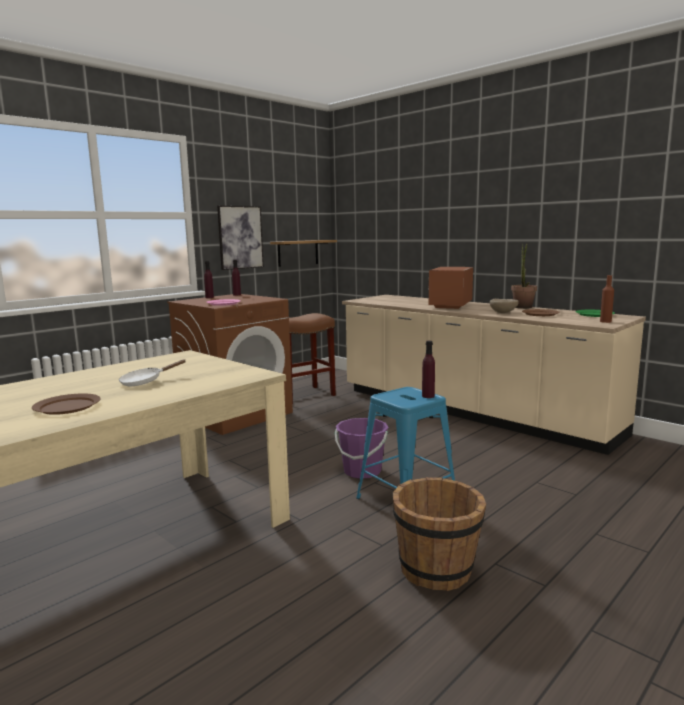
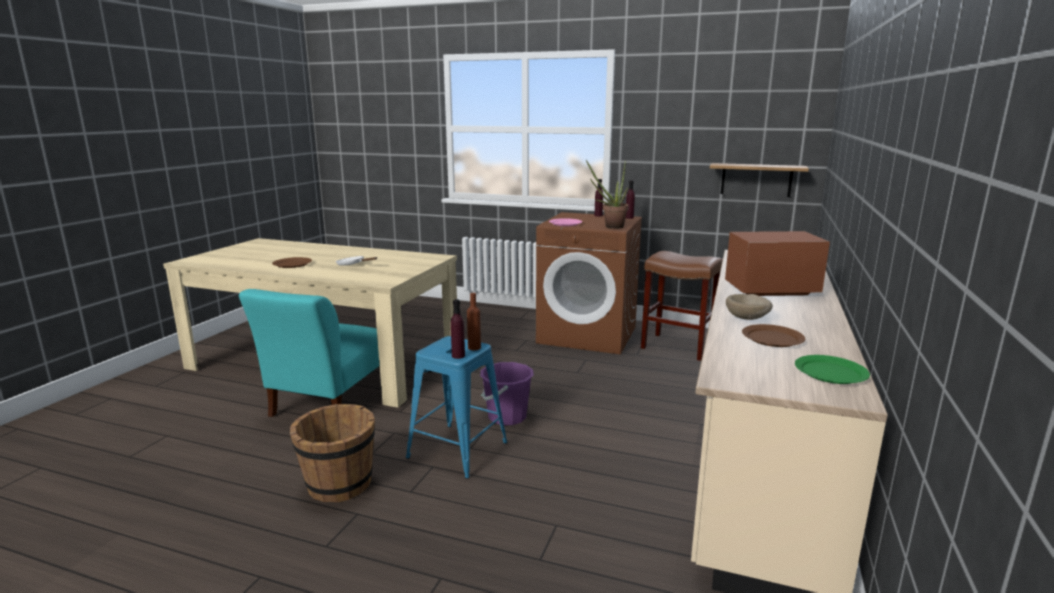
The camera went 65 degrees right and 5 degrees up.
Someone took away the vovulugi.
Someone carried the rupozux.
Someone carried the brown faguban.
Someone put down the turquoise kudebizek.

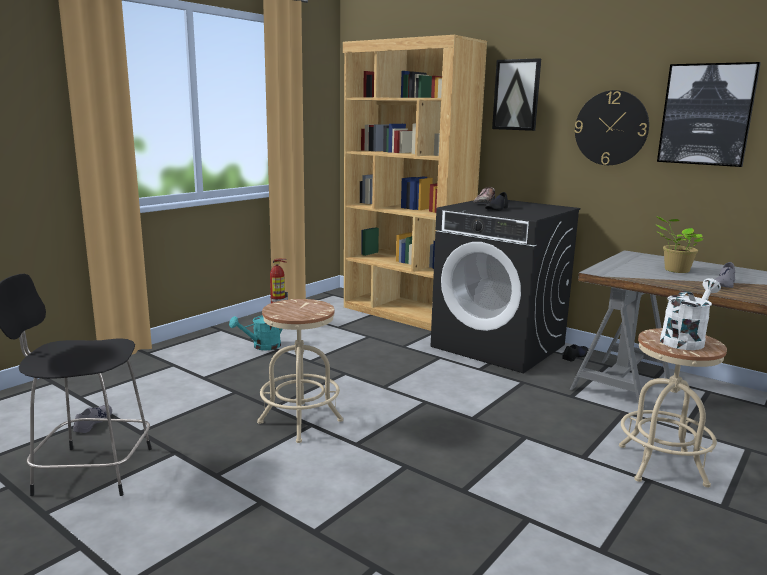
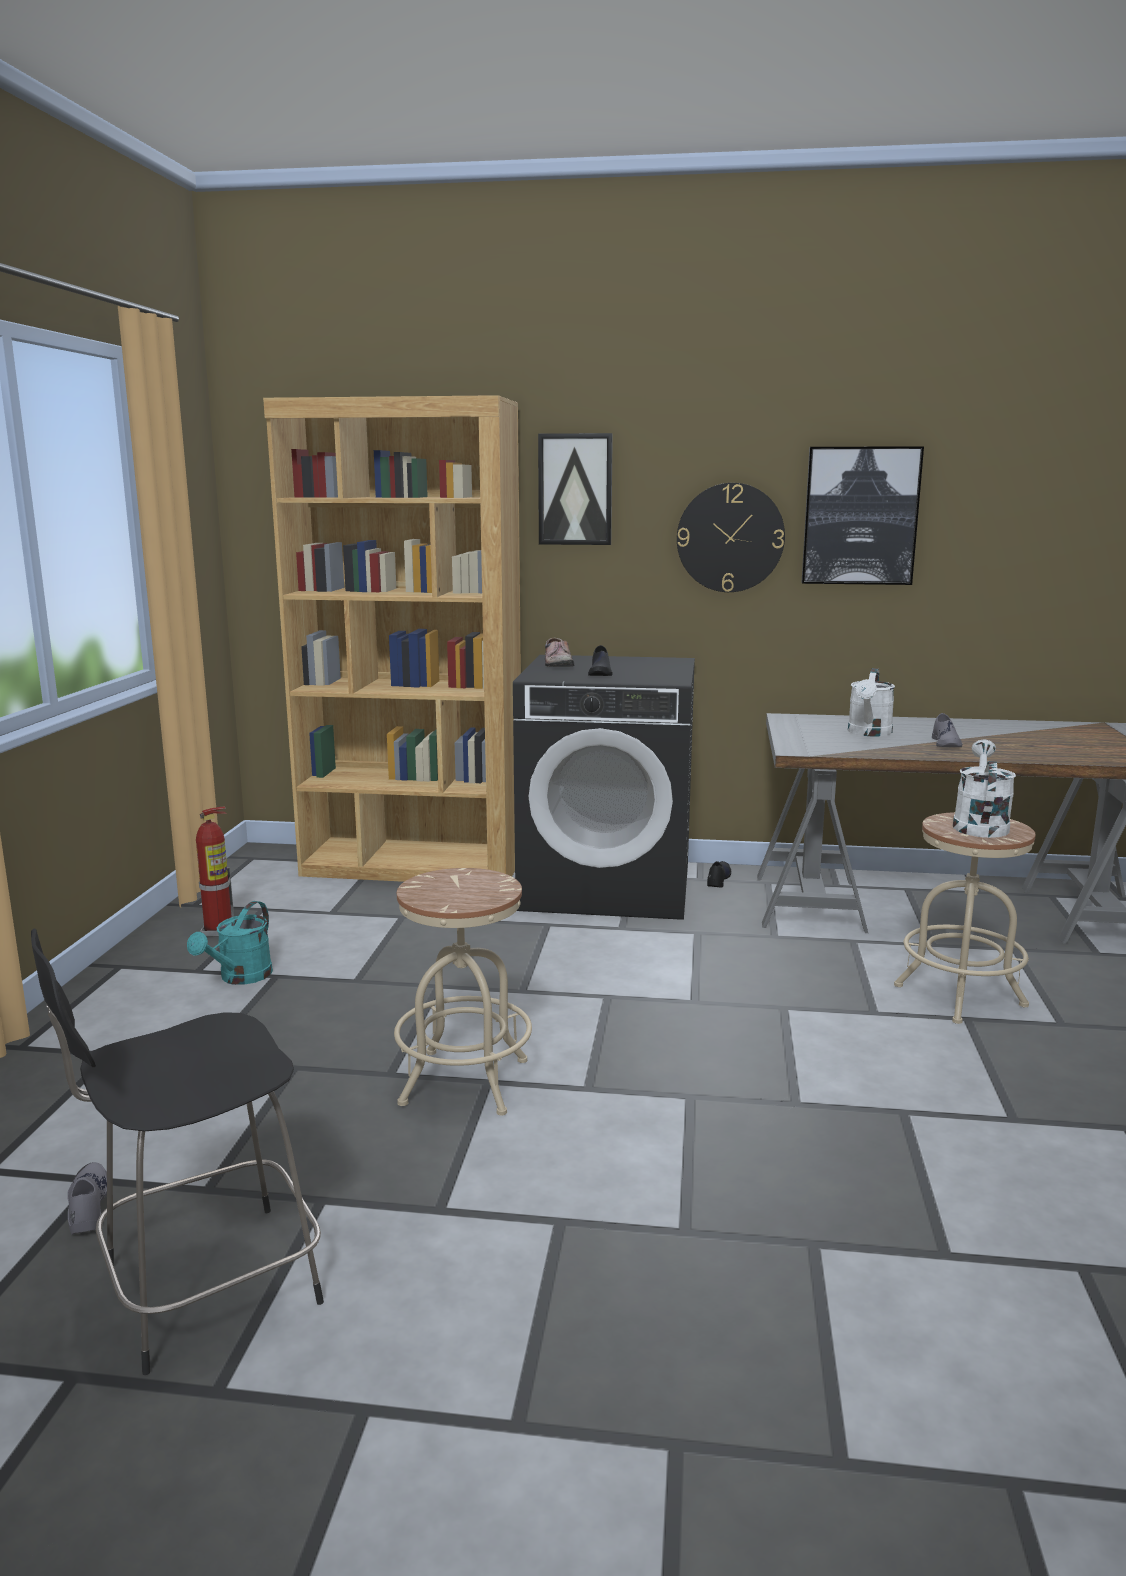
The camera went 30 degrees left and 0 degrees up.
Someone swapped the rupozux for the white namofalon (1st from left).

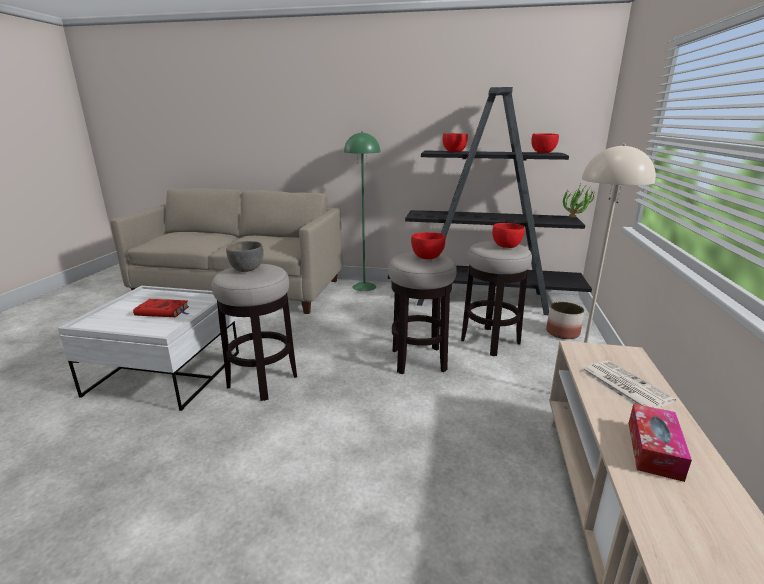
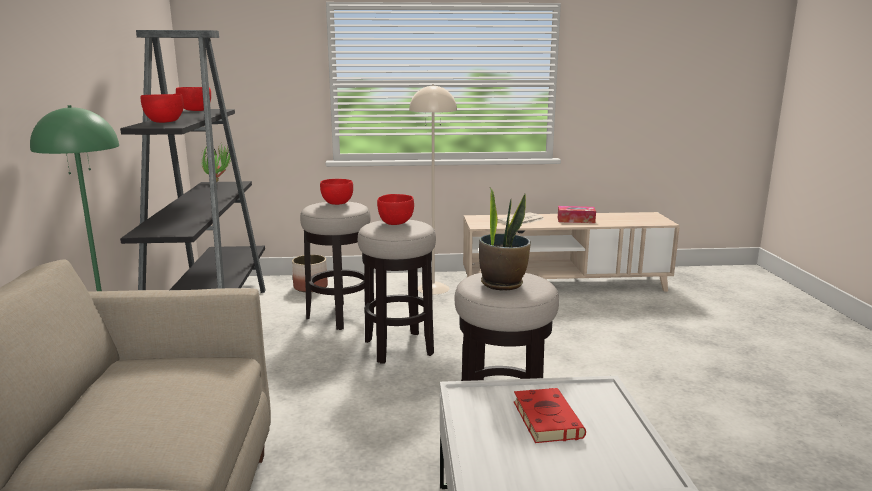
The camera went 105 degrees left and 5 degrees down.
Someone swapped the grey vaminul for the rupozux (2nd from left).

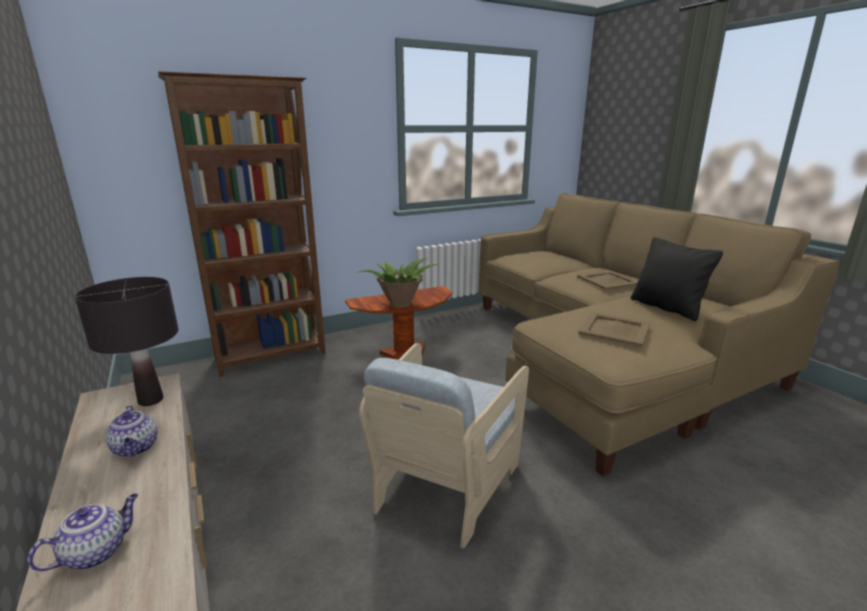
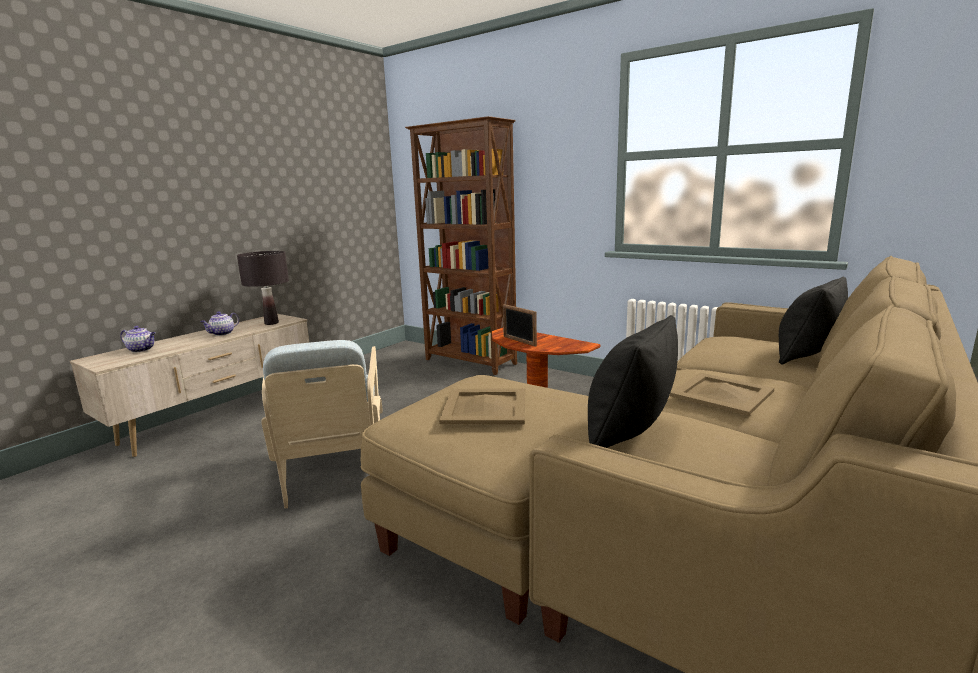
The camera went 65 degrees right and 5 degrees down.
Someone swapped the rupozux for the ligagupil.
Someone rotated the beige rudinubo by 105 degrees counterclockwise.
Someone put down the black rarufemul (2nd from left).

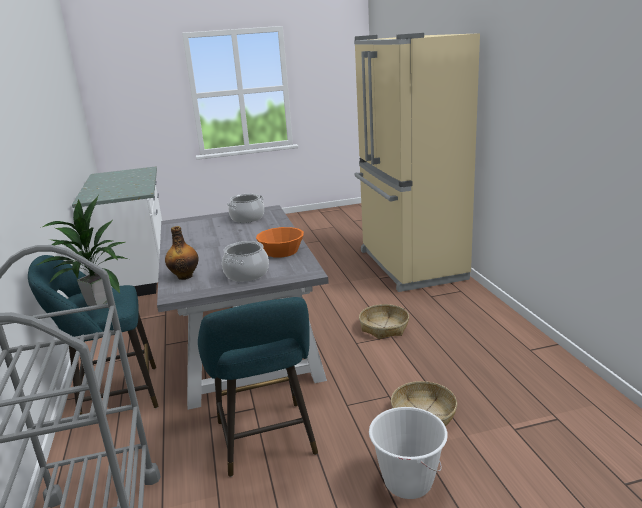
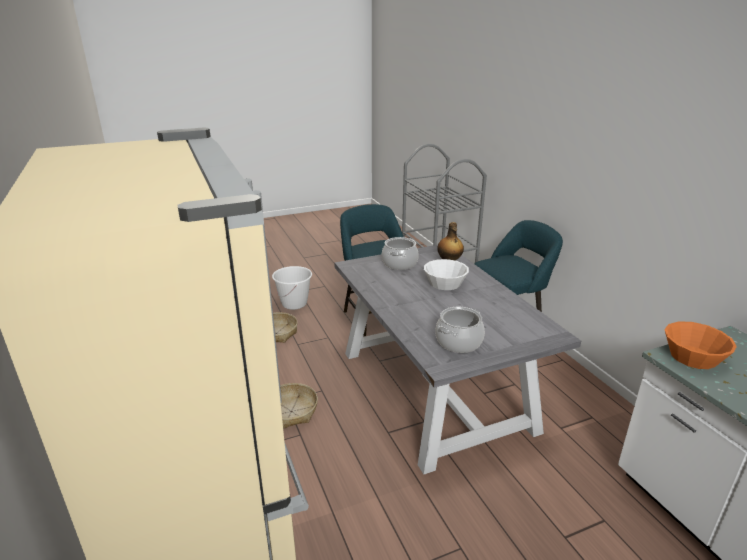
The camera went 170 degrees right and 5 degrees up.
Someone took away the rupozux.
Someone carried the orange vaminul.
Someone put down the white vaminul.

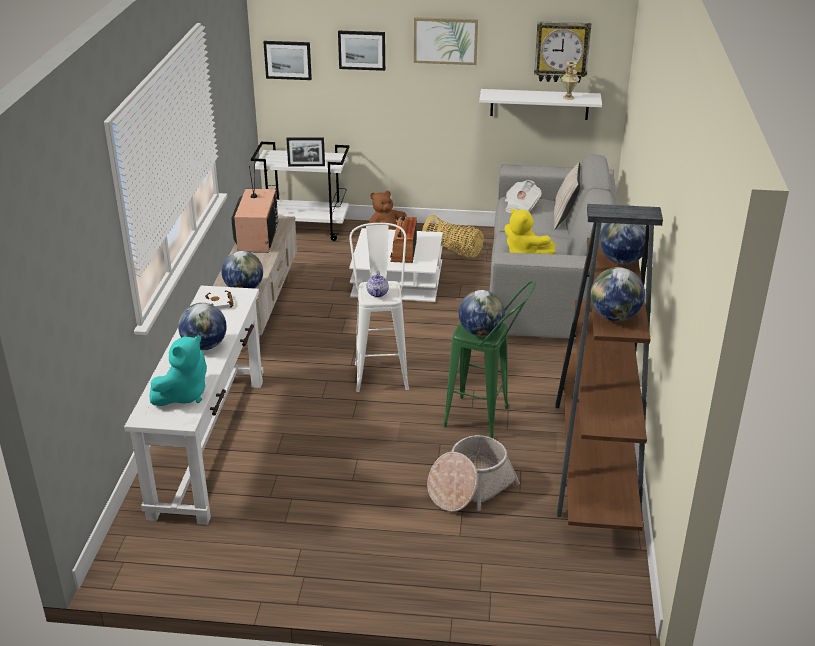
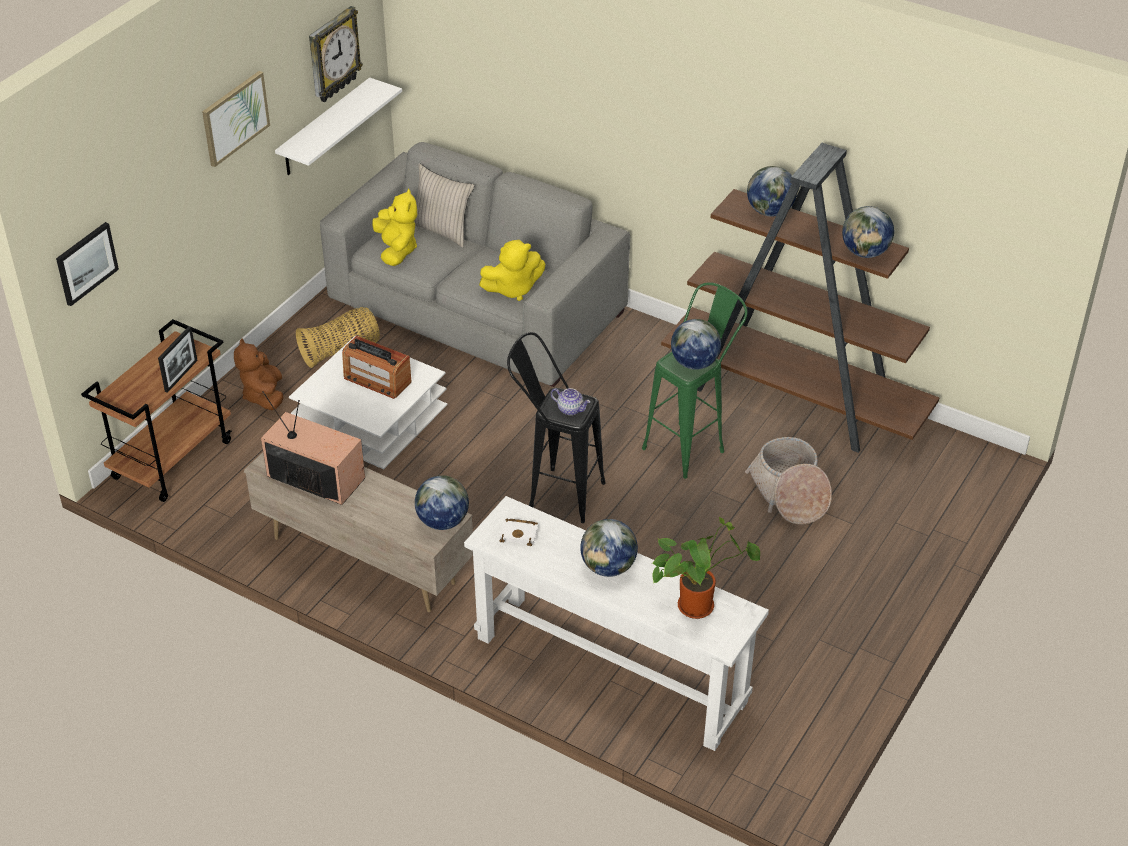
The camera went 65 degrees left and 10 degrees up.
Someone swapped the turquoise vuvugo for the rupozux.
Someone repainted the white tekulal, which became the brown tekulal.
Someone took away the vovulugi (2nd from left).
Someone repainted the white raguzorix, which became the black raguzorix.
Someone swapped the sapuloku for the yellow vuvugo (1st from left).
Someone took away the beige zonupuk.

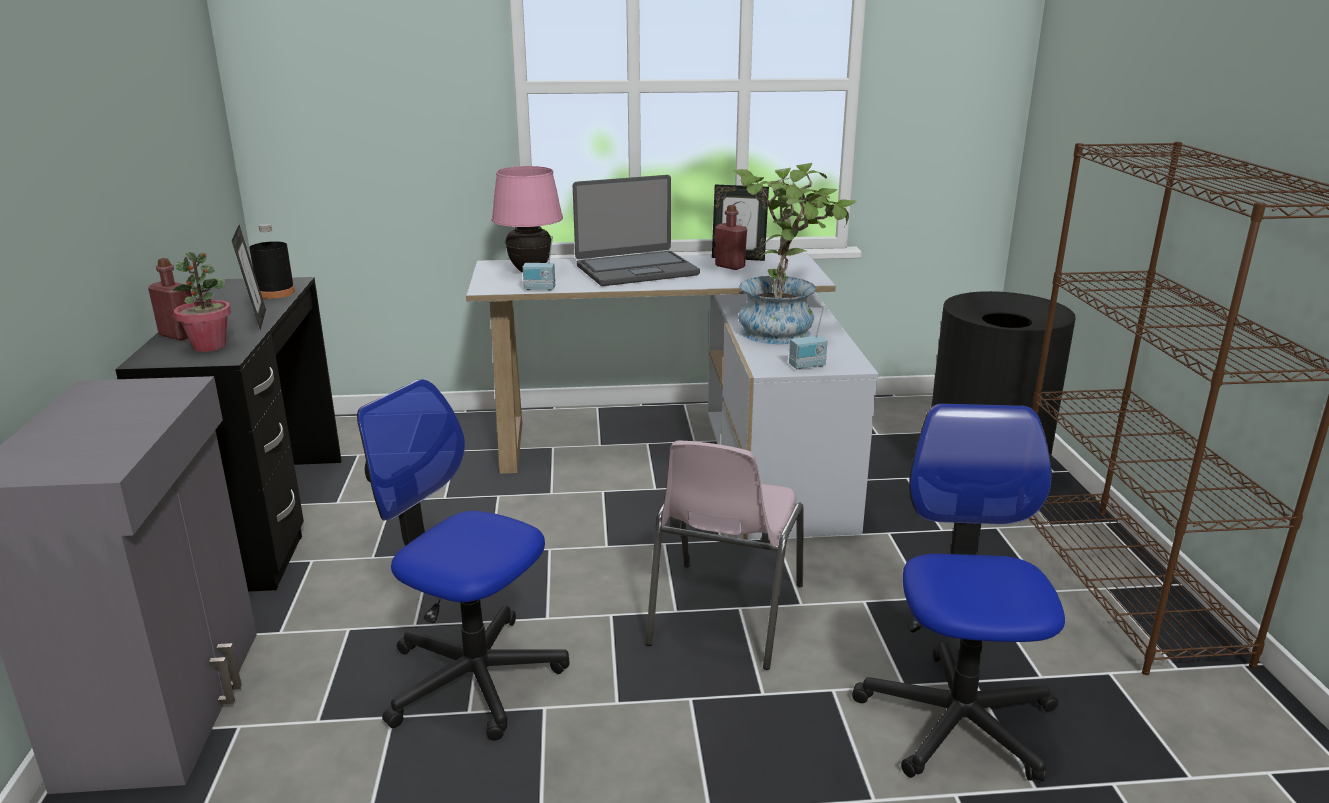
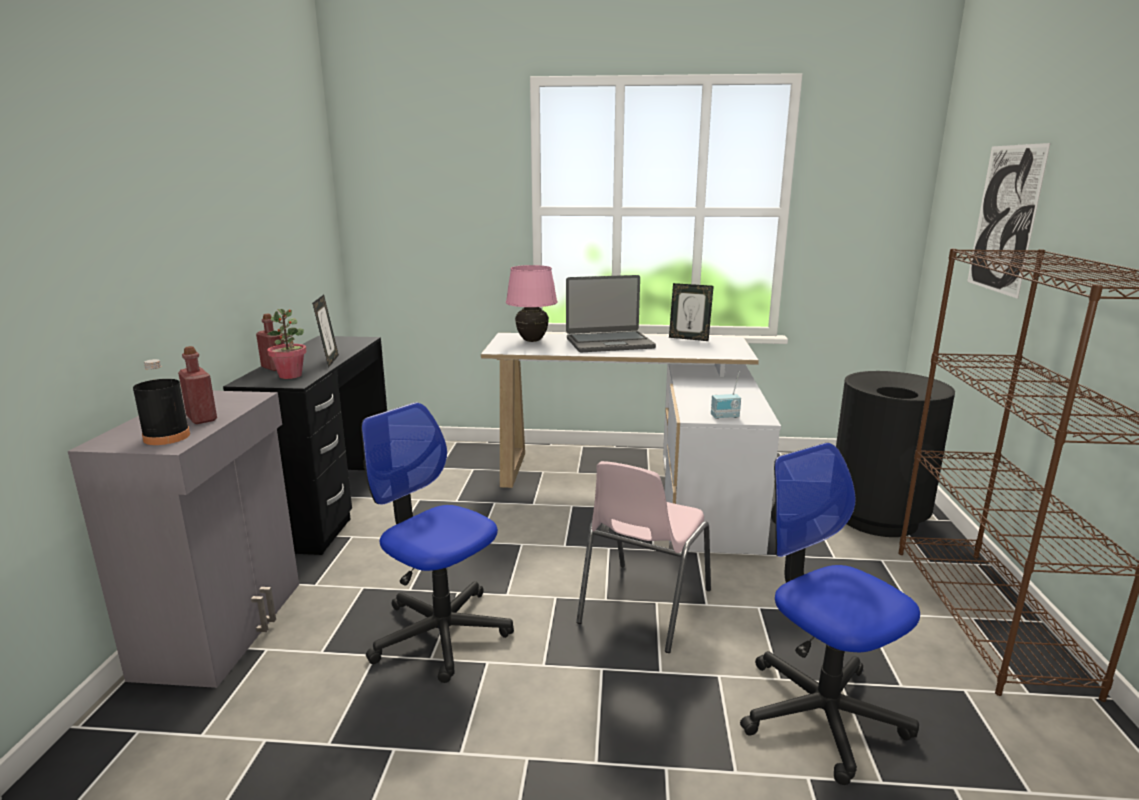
The camera went 10 degrees right and 5 degrees down.
Someone carried the black faguban.
Someone took away the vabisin (1st from left).
Someone carried the red faguban (2nd from left in the first image).
Someone took away the rupozux (2nd from left).
Someone rotated the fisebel (2nd from left) by 45 degrees counterclockwise.
Someone put up the vovulugi.

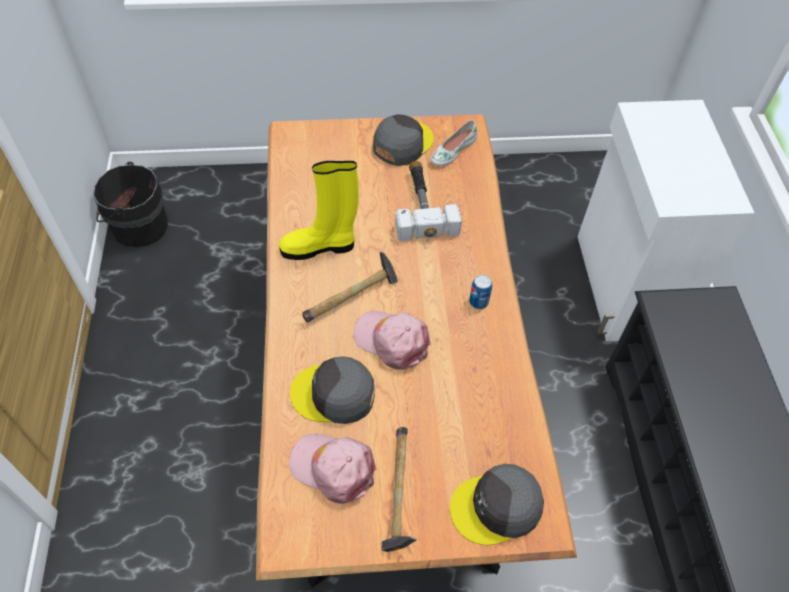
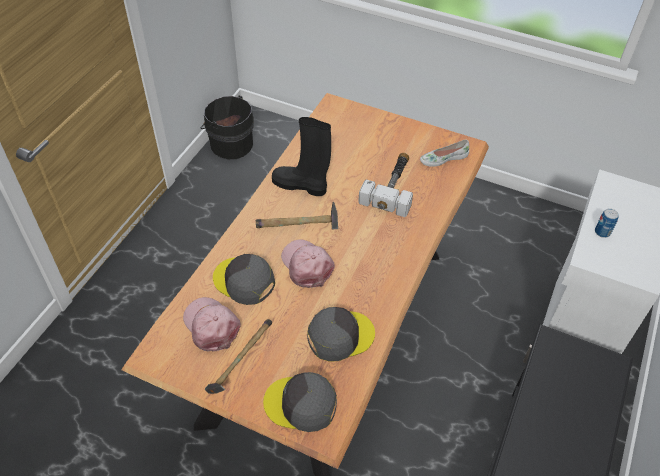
The camera went 30 degrees right and 5 degrees down.
Someone repainted the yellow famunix, which became the black famunix.
Someone carried the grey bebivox (2nd from left in the first image).
Someone carried the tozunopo.

